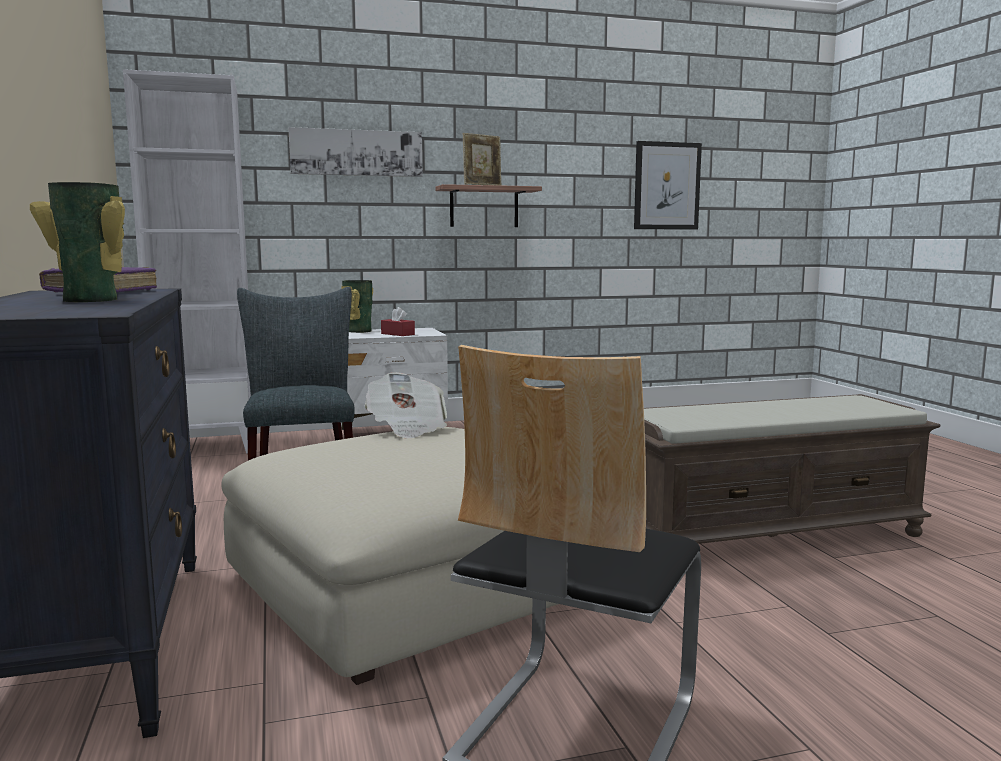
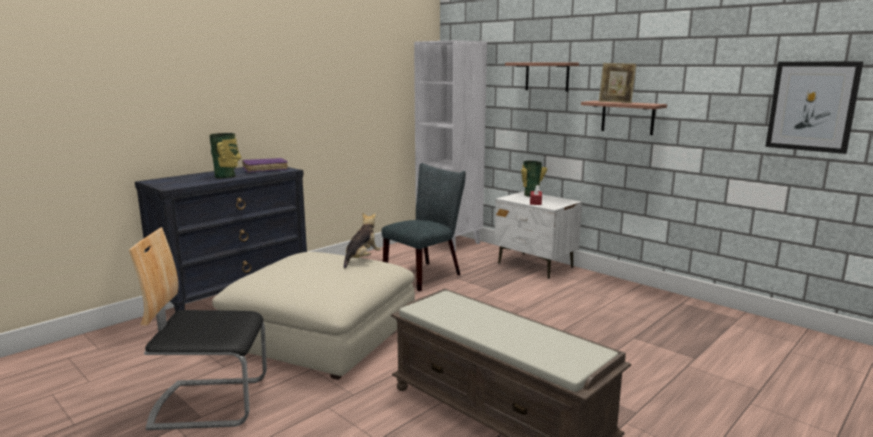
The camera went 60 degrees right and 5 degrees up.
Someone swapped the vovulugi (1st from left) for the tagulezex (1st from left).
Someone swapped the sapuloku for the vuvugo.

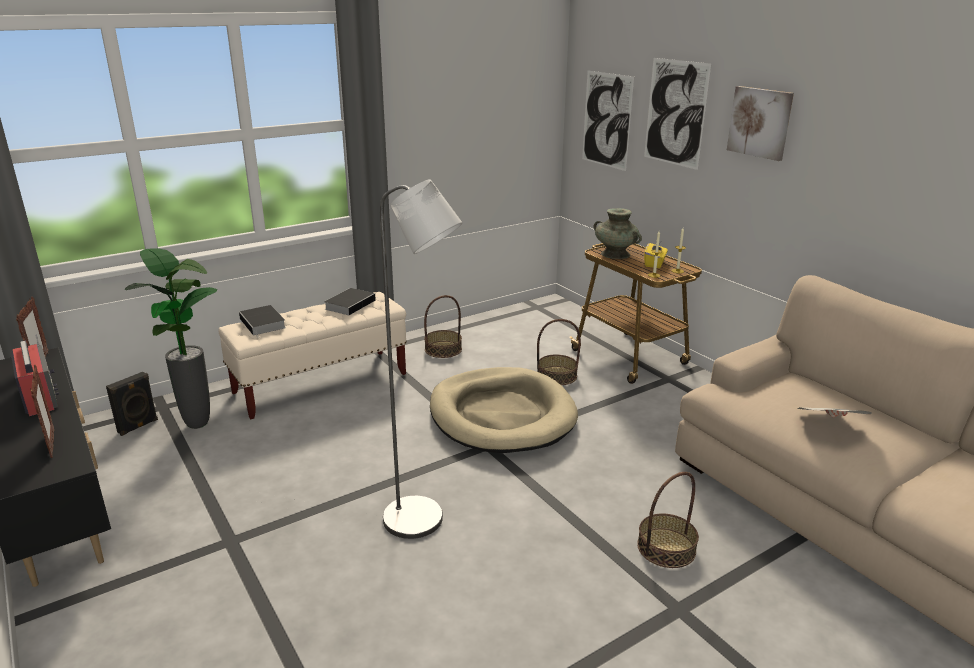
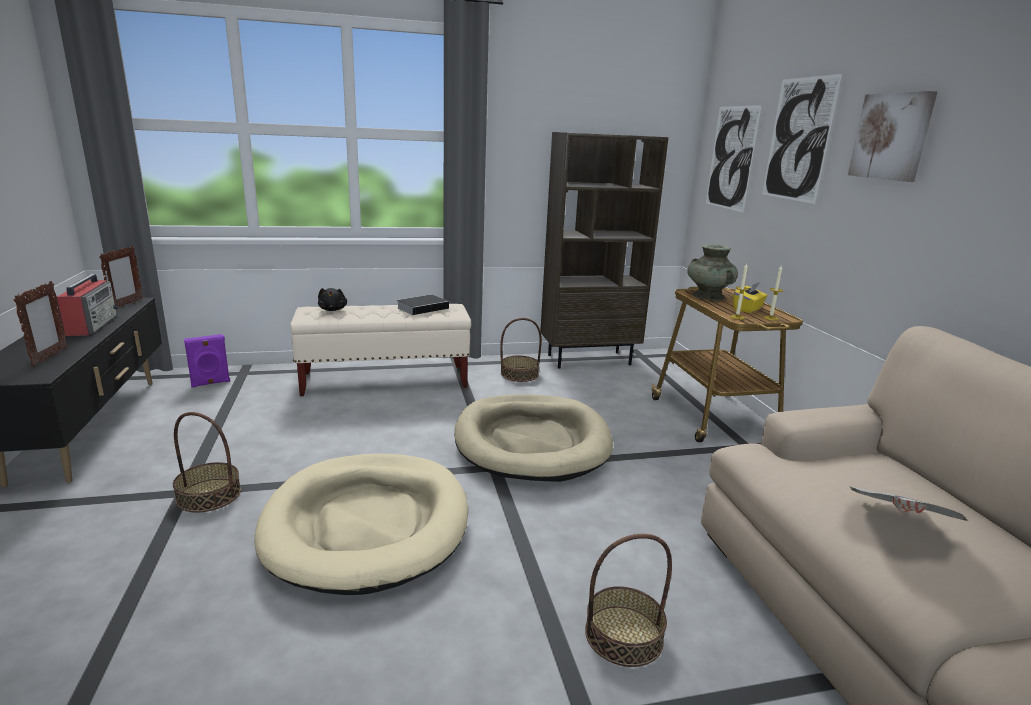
The camera went 20 degrees right and 5 degrees down.
Someone repainted the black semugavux, which became the purple semugavux.
Someone took away the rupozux.
Someone swapped the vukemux (1st from left) for the black vuvugo.
Someone swapped the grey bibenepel for the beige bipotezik (1st from left).
Someone carried the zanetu (2nd from left in the first image).
Someone put down the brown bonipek.

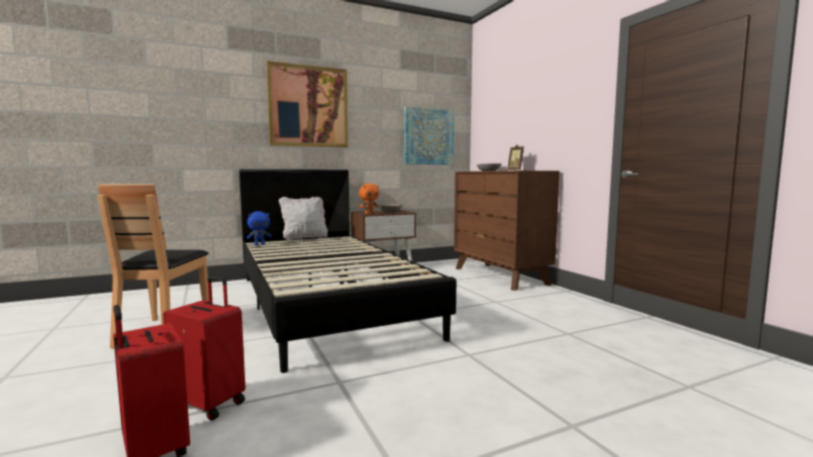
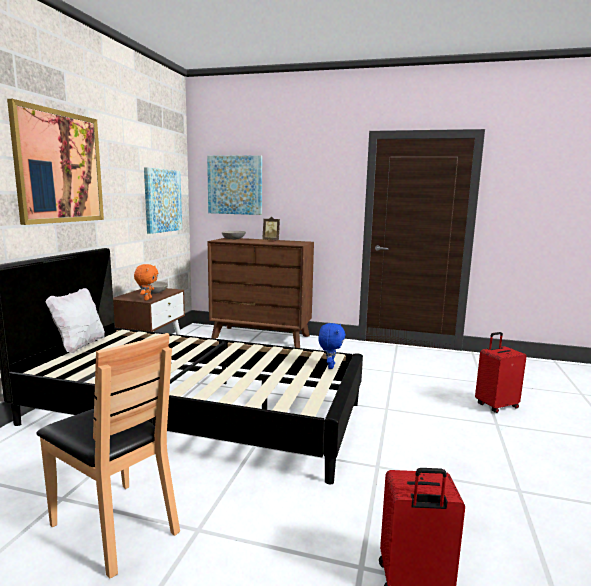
The camera went 50 degrees left and 5 degrees up.
Someone carried the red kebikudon (2nd from left).
Someone carried the blue vuvugo.
Someone put up the vovulugi (3rd from left).

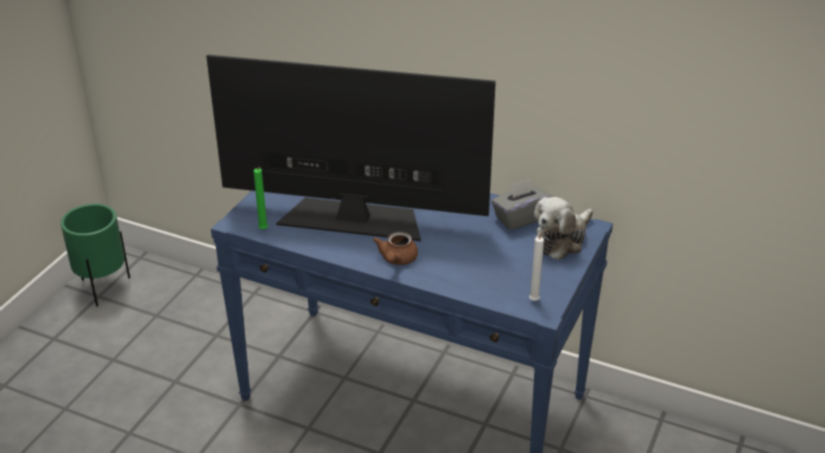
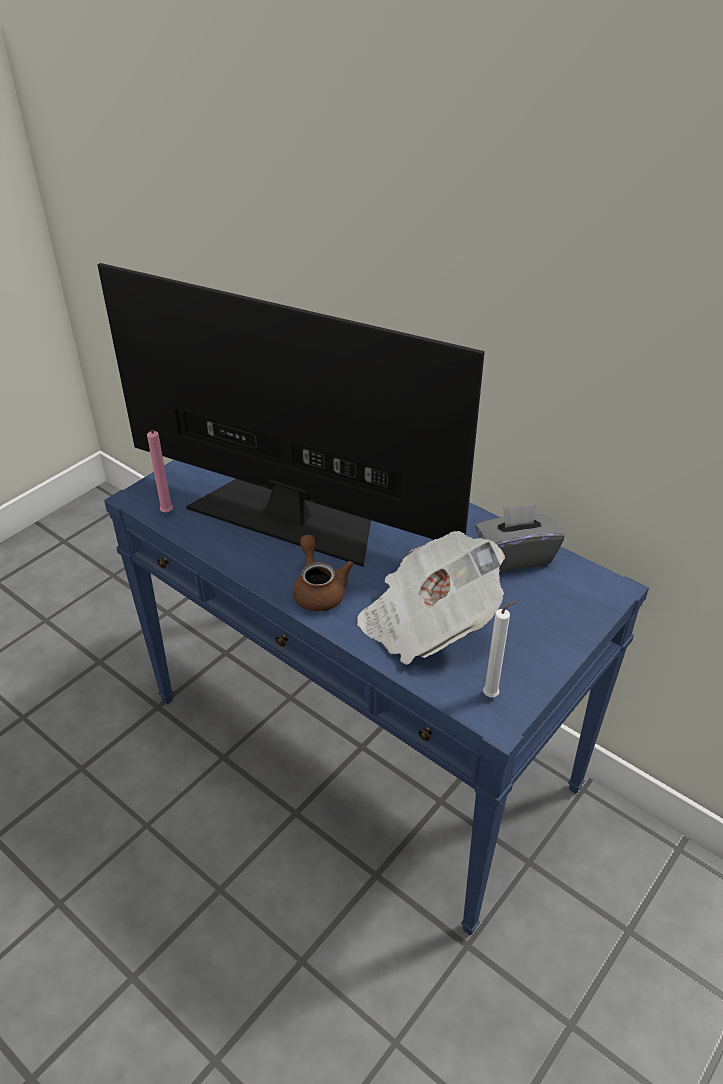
The camera went 15 degrees right and 5 degrees up.
Someone took away the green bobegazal.
Someone repainted the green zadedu, which became the pink zadedu.
Someone rotated the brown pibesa by 135 degrees clockwise.
Someone took away the vuvugo.
Someone put down the sapuloku.

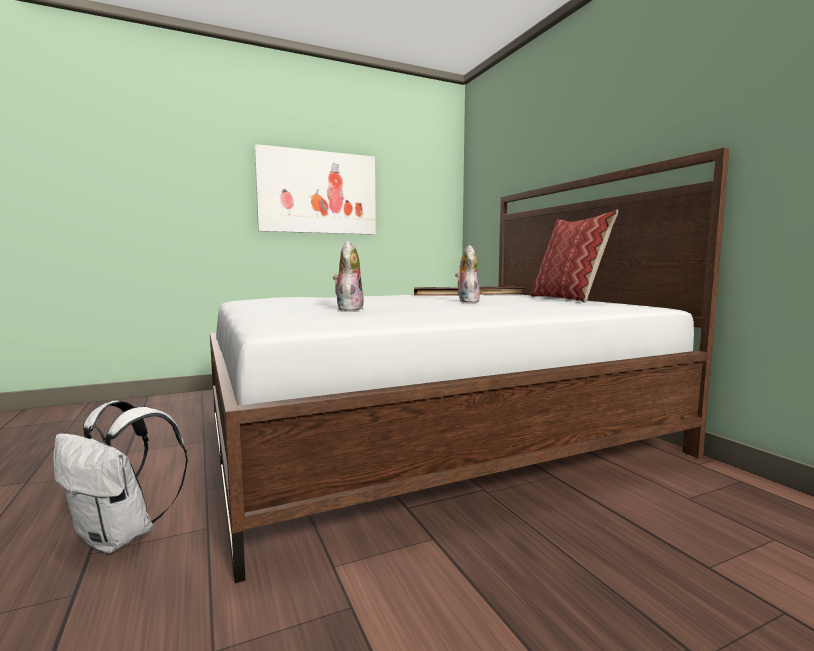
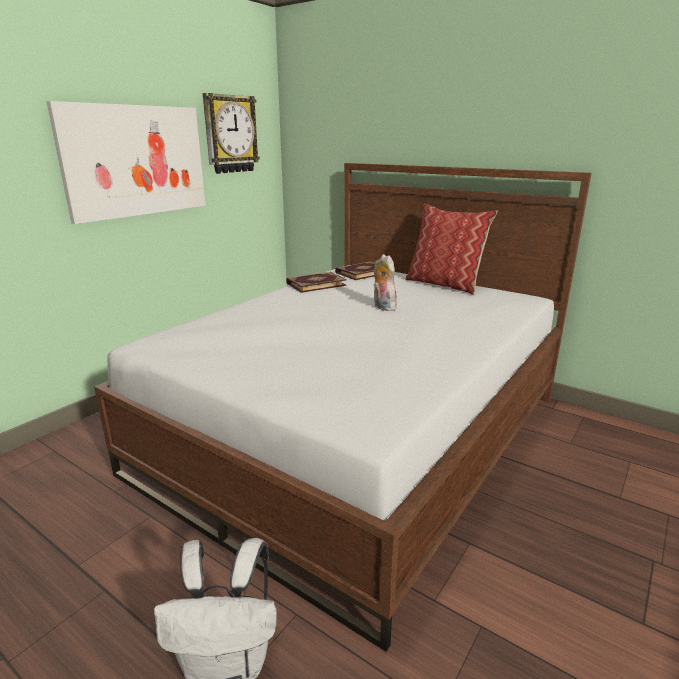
The camera went 30 degrees left and 15 degrees up.
Someone took away the vuvugo (1st from left).
Someone put up the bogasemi.

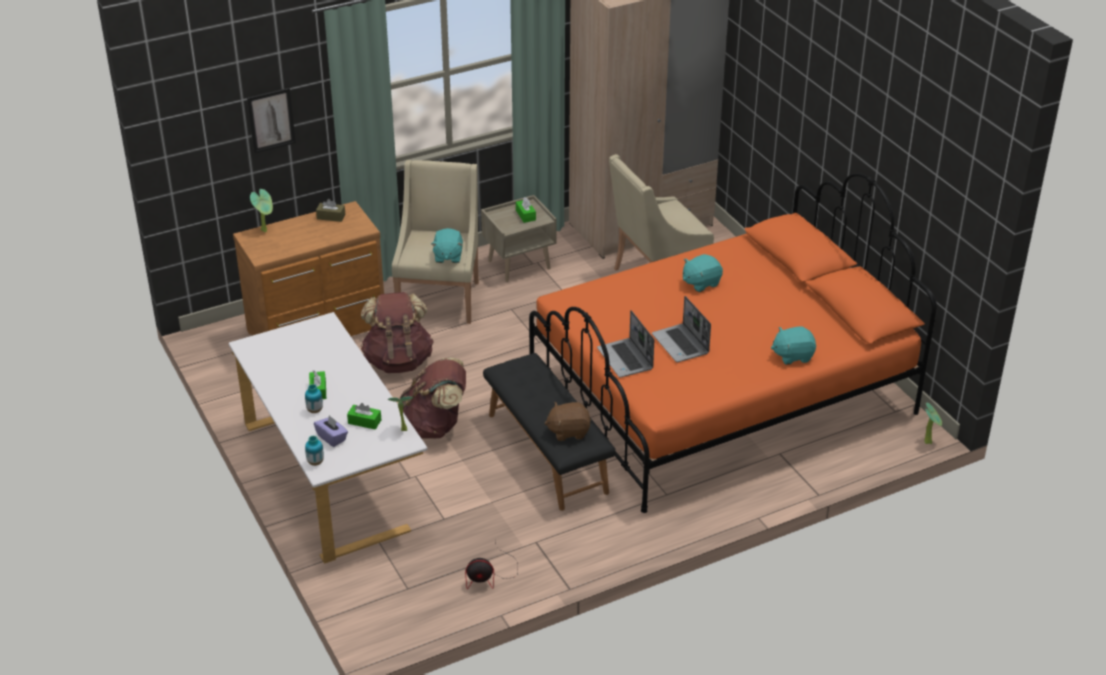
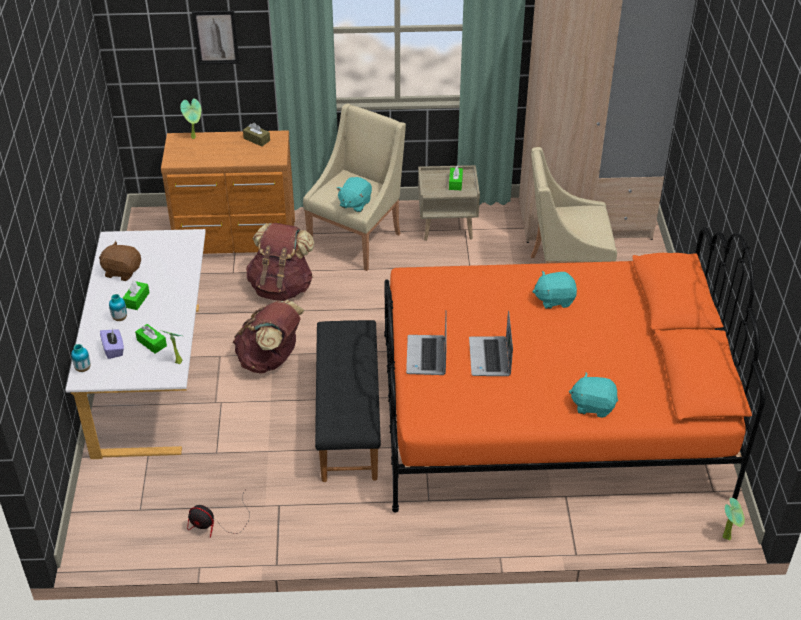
The camera went 25 degrees right and 5 degrees up.
Someone carried the brown vuvugo.

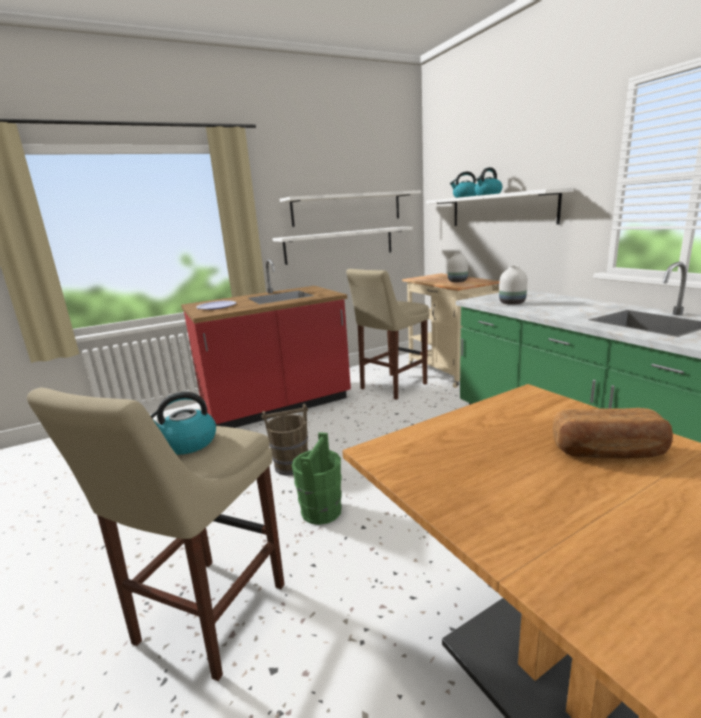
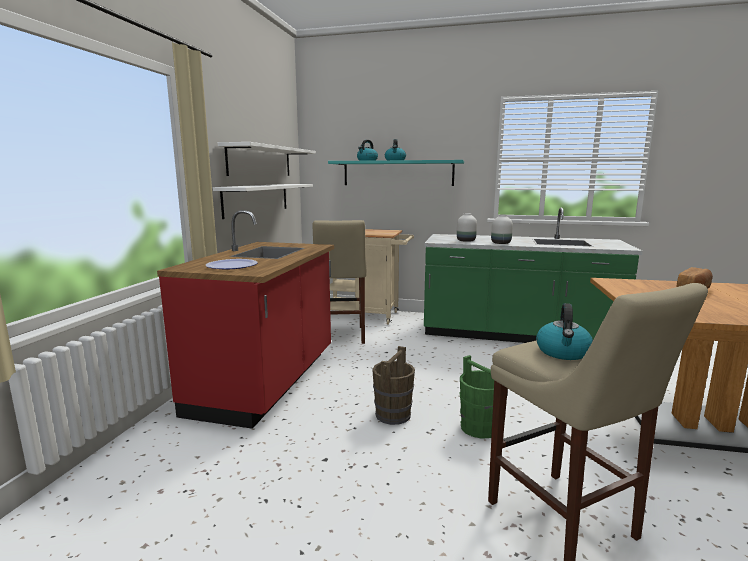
The camera went 50 degrees left and 5 degrees down.
Someone repainted the white tagulezex (3rd from left), which became the turquoise tagulezex.
Someone carried the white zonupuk (1st from left in the first image).

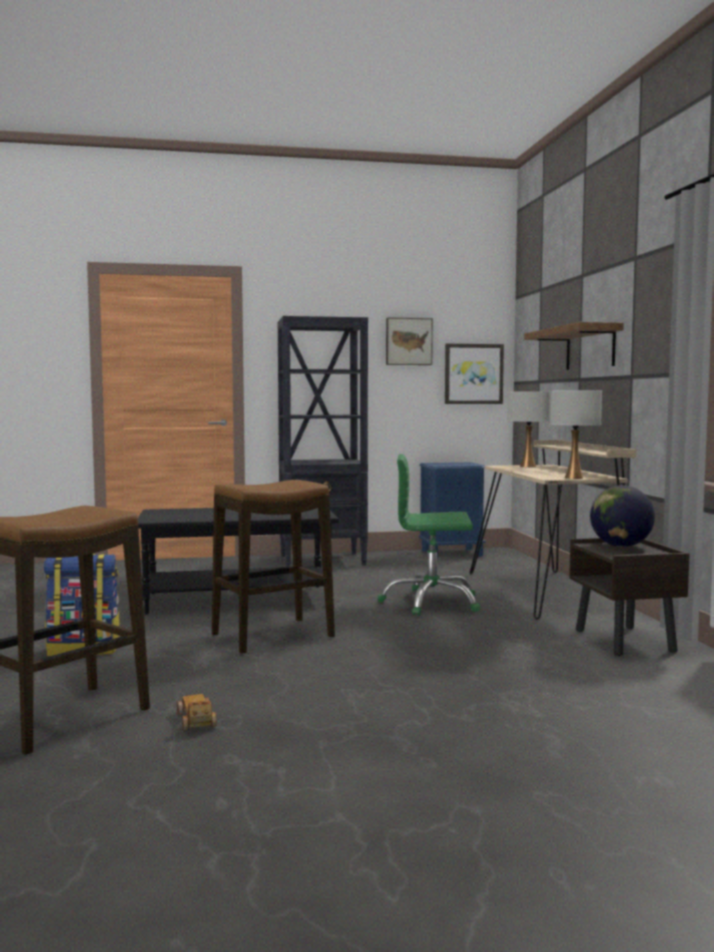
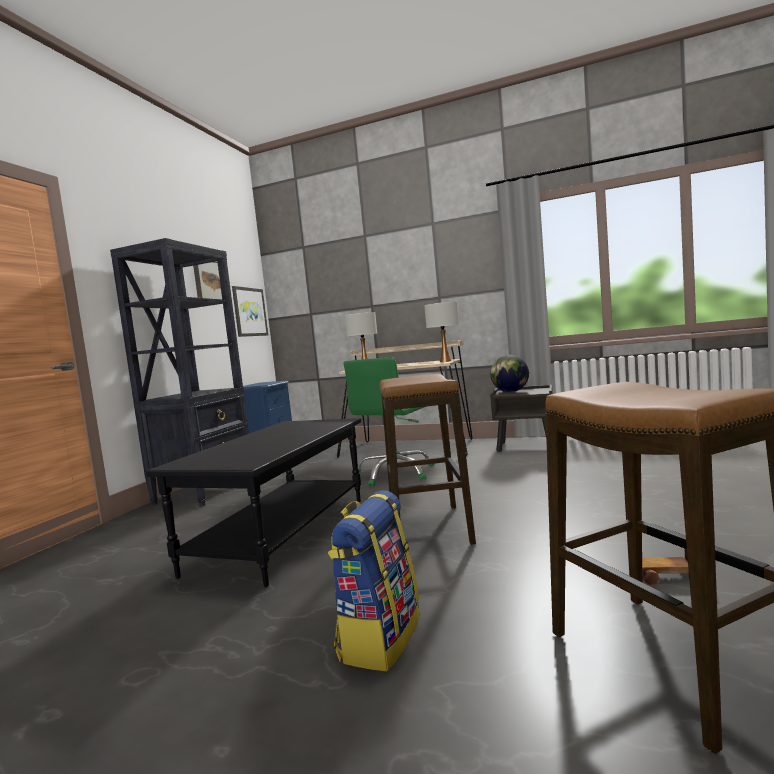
The camera went 60 degrees left and 0 degrees up.
Someone took away the tagulezex.

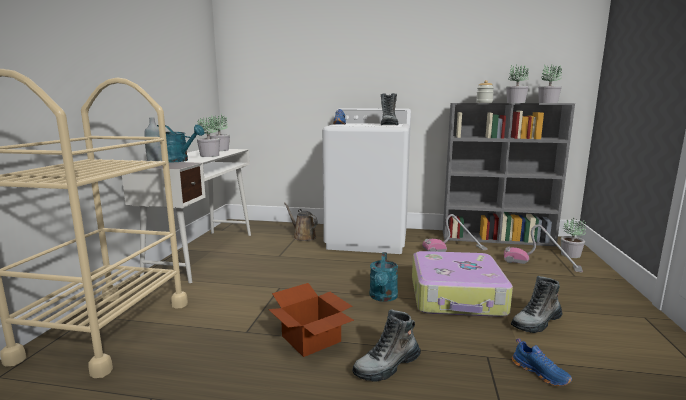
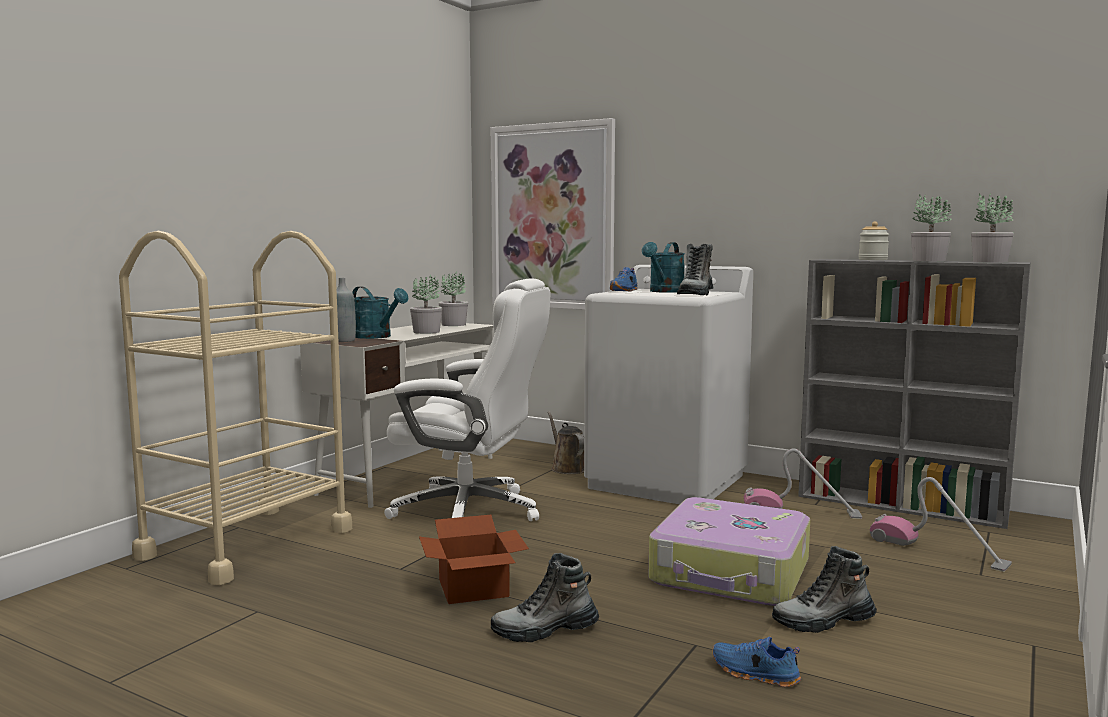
The camera went 20 degrees right and 5 degrees down.
Someone carried the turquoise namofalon (2nd from left).
Someone rotated the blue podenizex (2nd from left) by 135 degrees clockwise.
Someone took away the rupozux (5th from left).
Someone put down the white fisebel.
Someone put up the vovulugi.

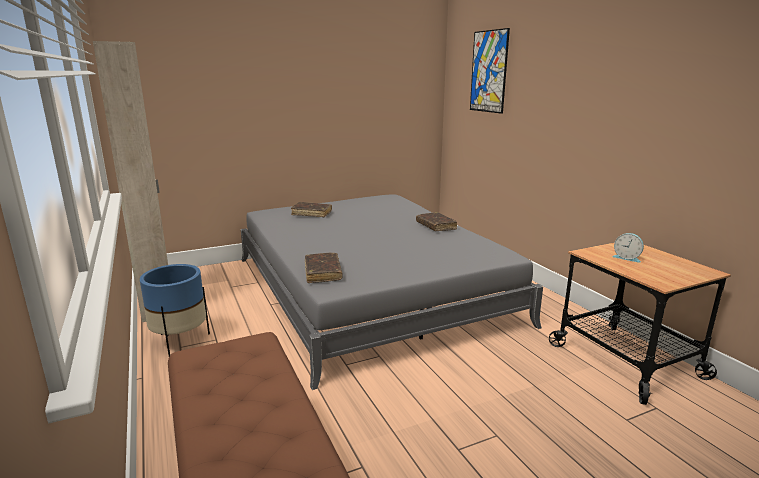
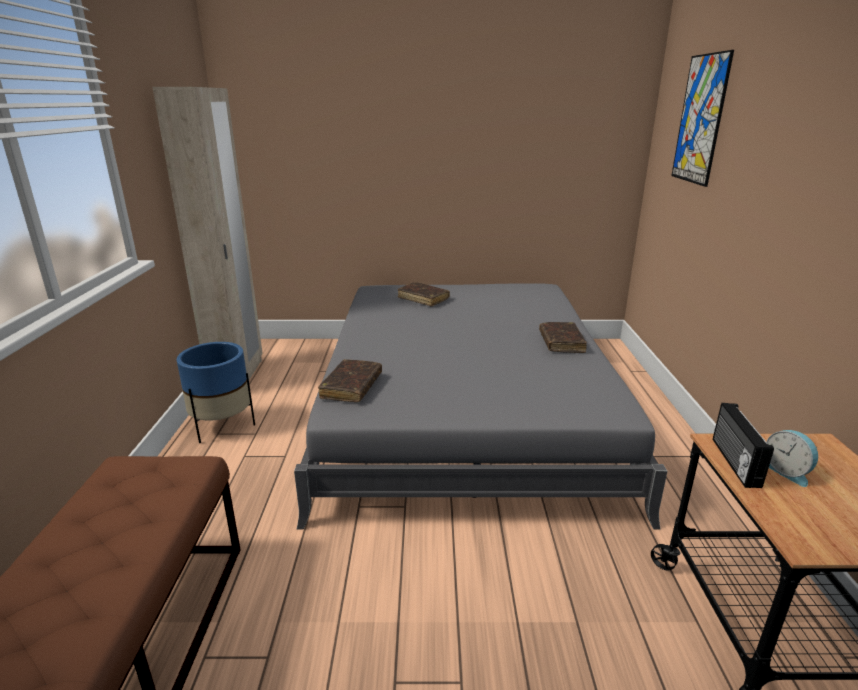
The camera went 25 degrees right and 5 degrees up.
Someone put down the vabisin.

